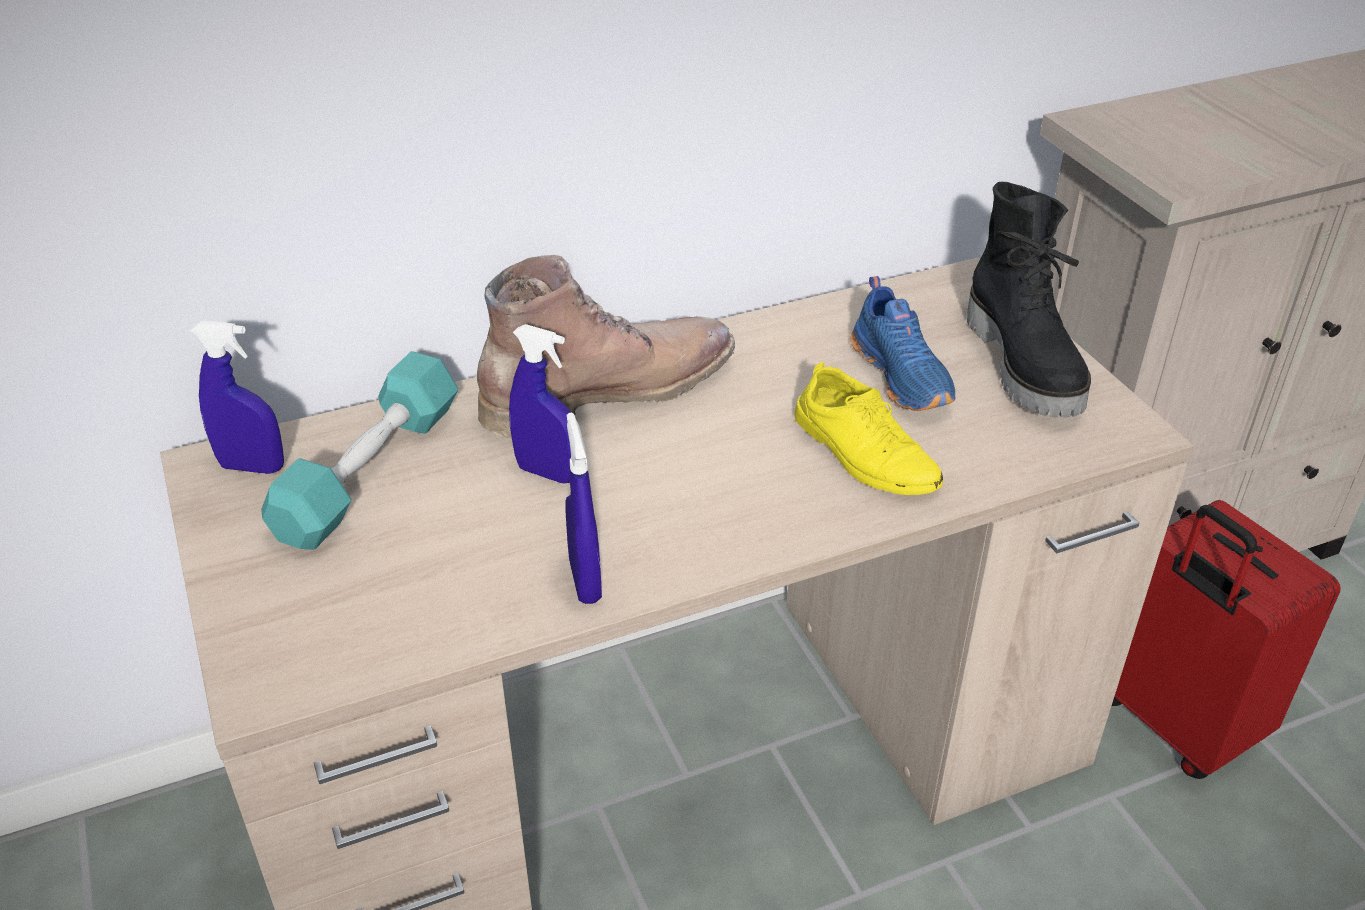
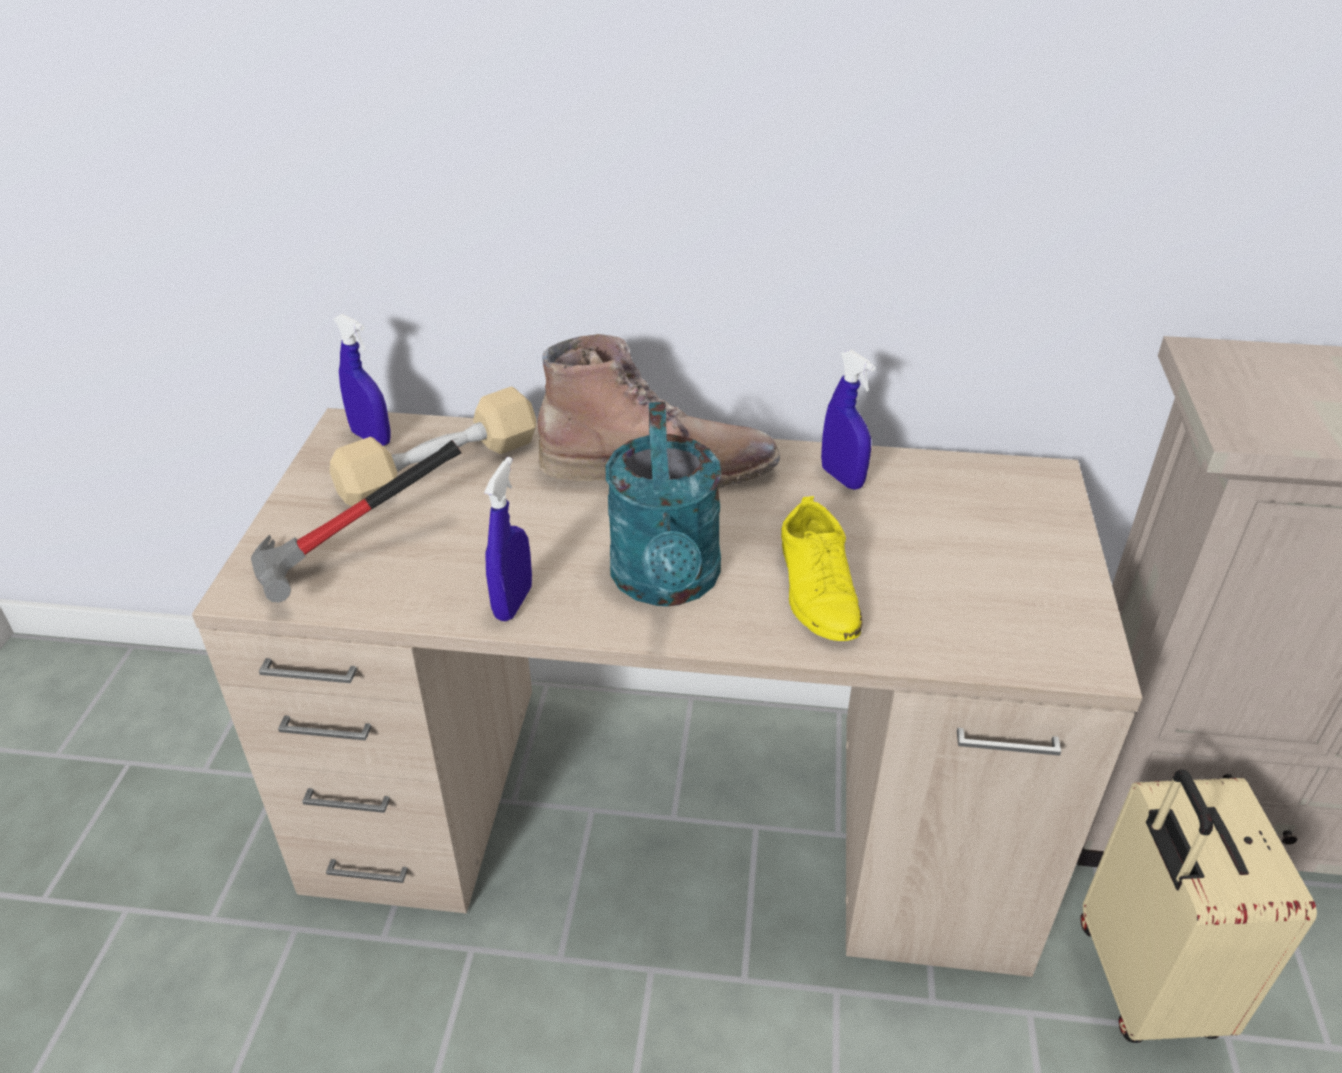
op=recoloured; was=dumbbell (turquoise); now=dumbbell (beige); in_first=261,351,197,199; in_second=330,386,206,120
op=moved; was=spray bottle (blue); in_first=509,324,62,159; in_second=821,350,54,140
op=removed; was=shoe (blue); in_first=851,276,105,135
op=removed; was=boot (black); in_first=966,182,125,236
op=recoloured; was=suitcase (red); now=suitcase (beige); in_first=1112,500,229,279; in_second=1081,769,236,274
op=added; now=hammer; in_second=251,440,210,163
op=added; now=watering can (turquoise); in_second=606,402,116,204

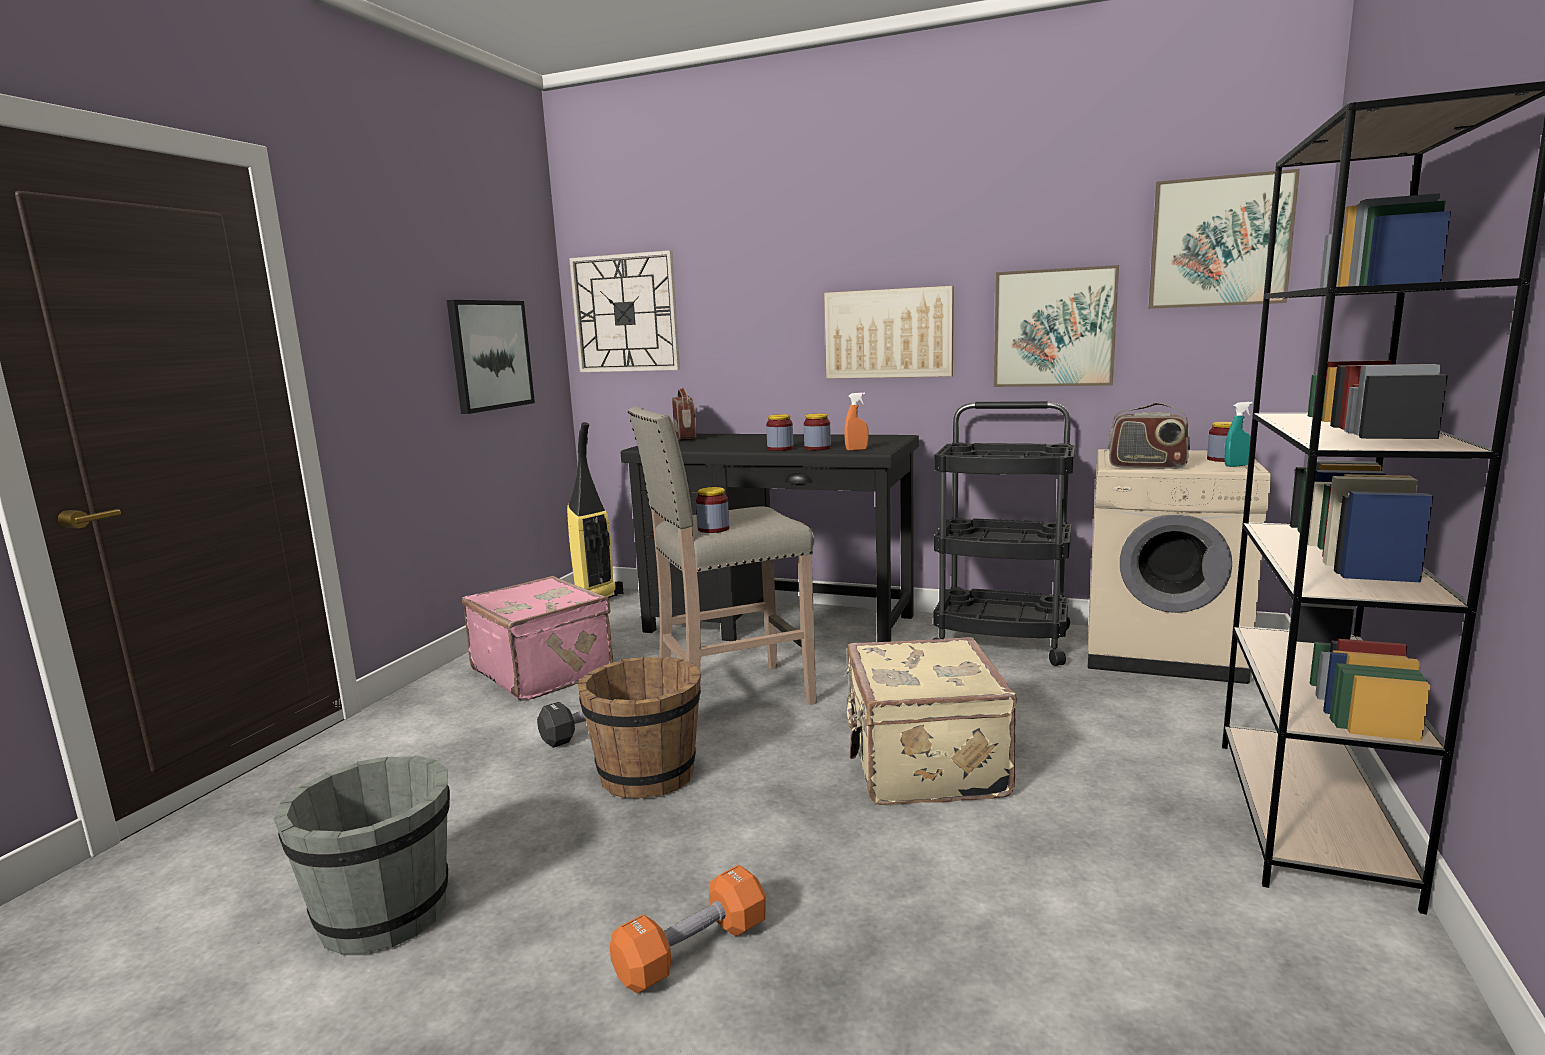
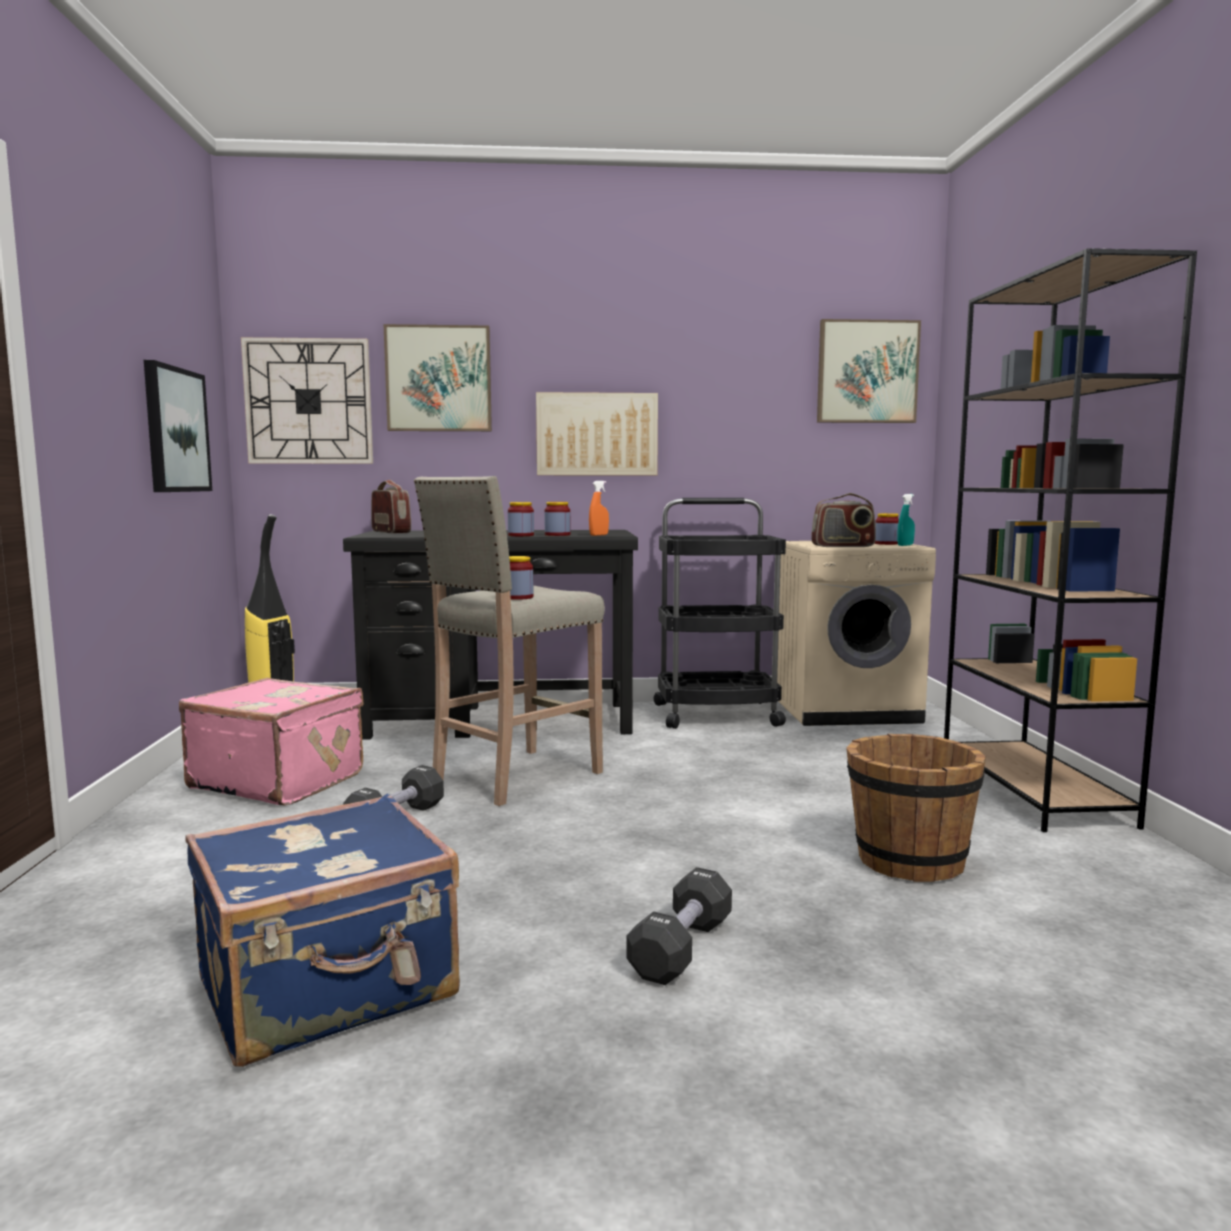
op=replaced; was=bucket (grey); now=suitcase (blue); in_first=274,755,176,199; in_second=185,794,275,273
op=moved; was=bucket (brown); in_first=578,656,123,142; in_second=846,734,140,148
op=recoloured; was=dumbbell (orange); now=dumbbell (black); in_first=610,865,156,129; in_second=627,867,105,118
op=removed; was=suitcase (beige); in_first=844,637,173,168
op=moved; was=picture; in_first=994,265,125,122; in_second=384,324,108,107

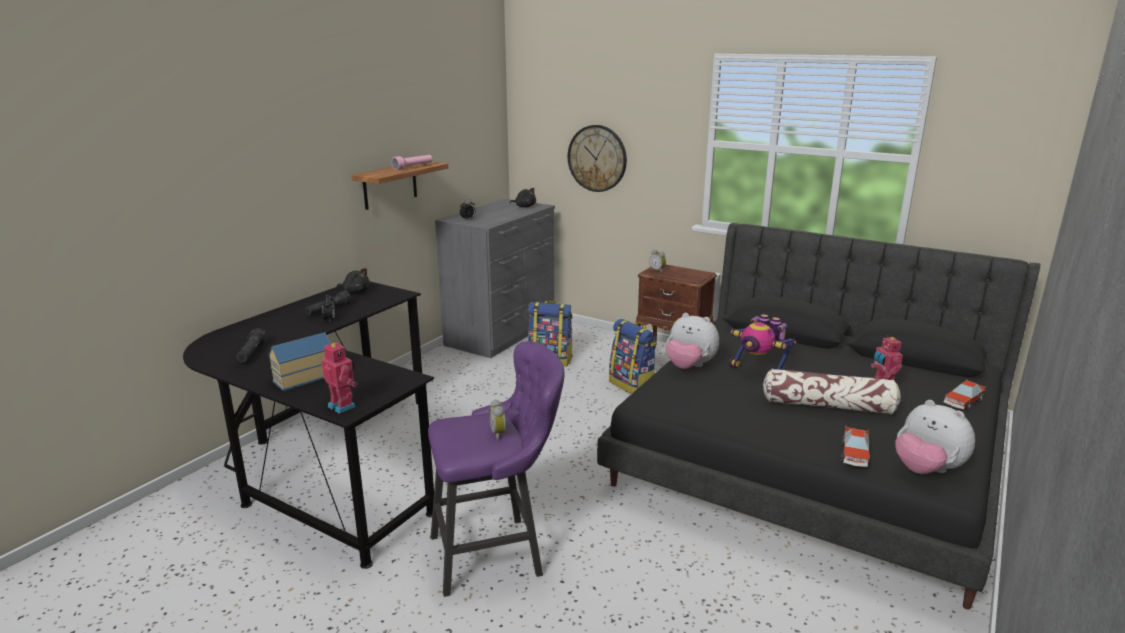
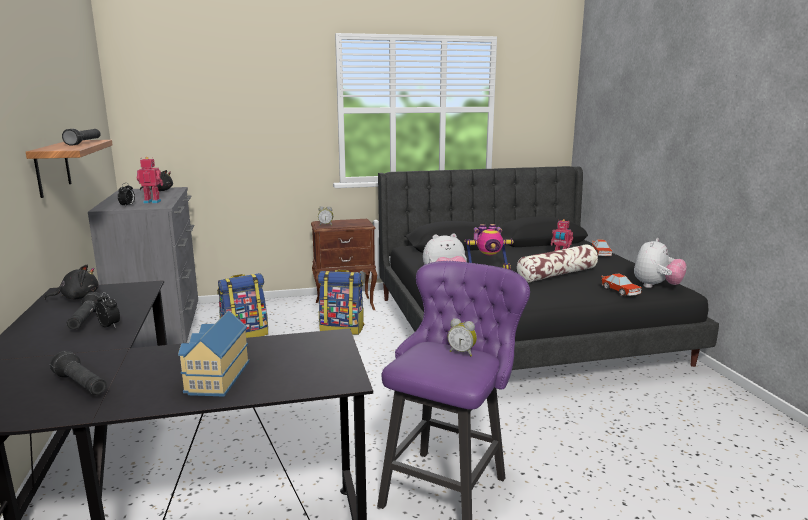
op=moved; was=toy robot; in_first=322,342,35,72; in_second=137,157,26,47
op=recoloured; was=flashlight (pink); now=flashlight (black); in_first=392,155,41,15; in_second=62,129,39,17
op=removed; was=wall clock; in_first=568,125,59,67
op=turned; was=plush toy; in_first=895,400,80,74; in_second=634,238,53,50; clockwise=-60

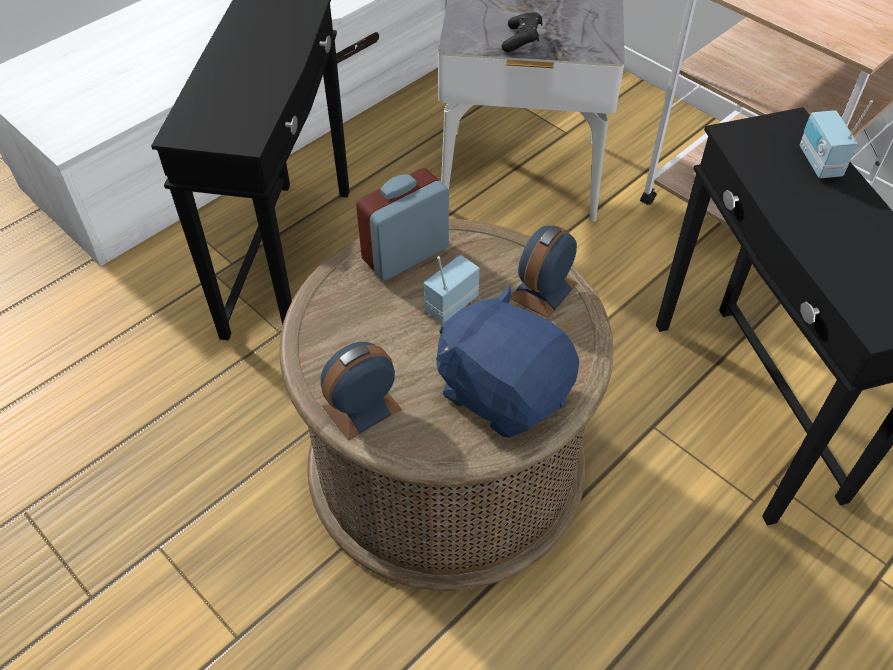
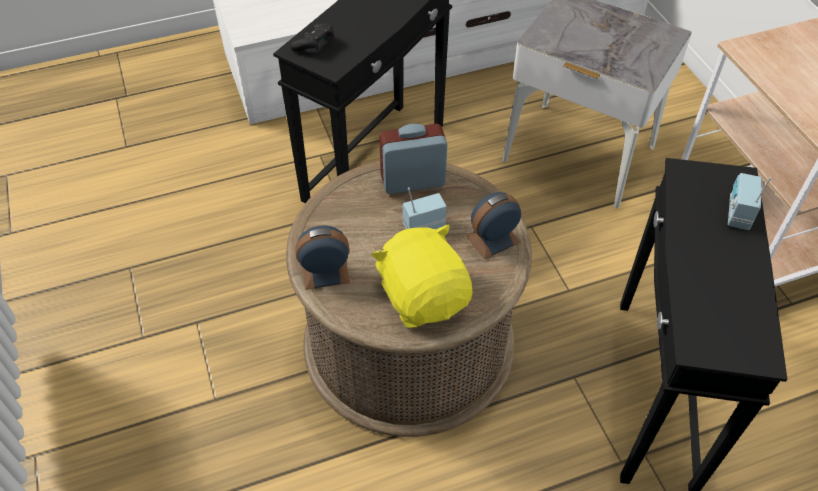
op=recoloured; was=plush toy (blue); now=plush toy (yellow); in_first=436,286,143,151; in_second=371,224,101,104
op=moved; was=game controller (black); in_first=502,12,41,40; in_second=290,23,44,29

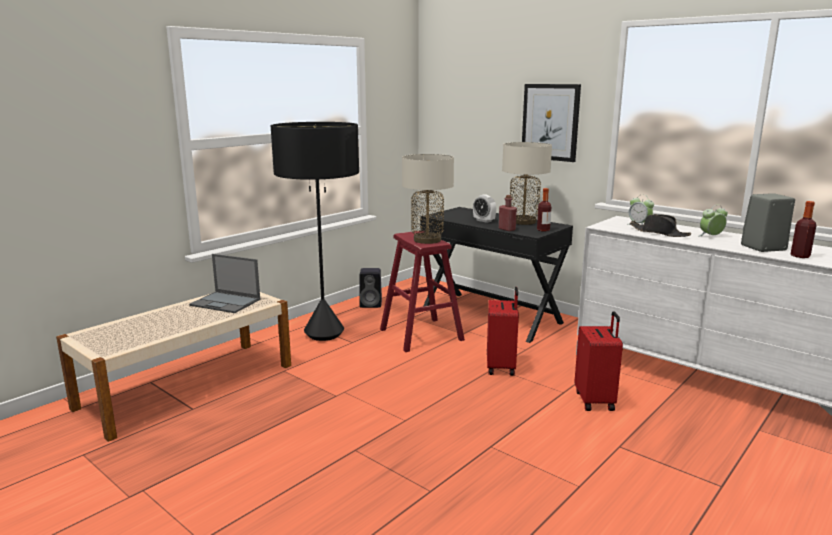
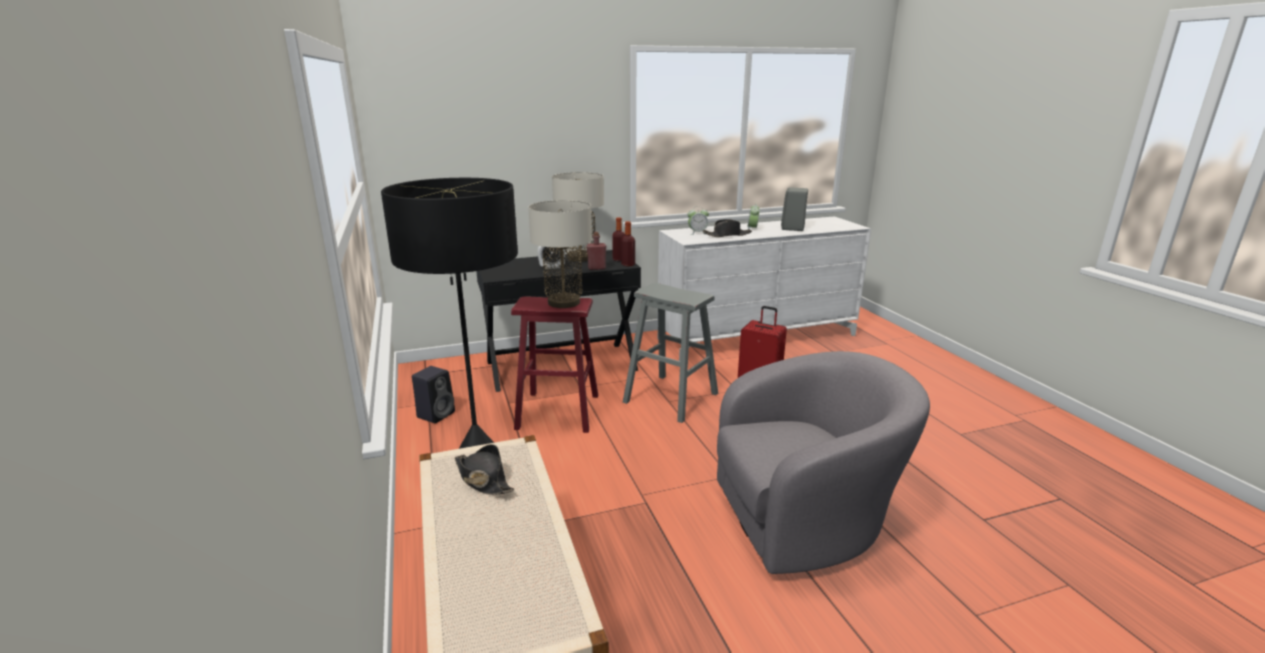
op=replaced; was=laptop; now=hat (black); in_first=189,254,71,59; in_second=455,444,59,51
op=replaced; was=suitcase (red); now=stool (grey); in_first=487,287,32,89; in_second=623,283,95,140
op=removed; was=picture; in_first=522,84,59,78
op=moved; was=bottle; in_first=791,201,25,57; in_second=621,221,14,45
op=added; now=armchair (grey); in_second=717,351,213,223

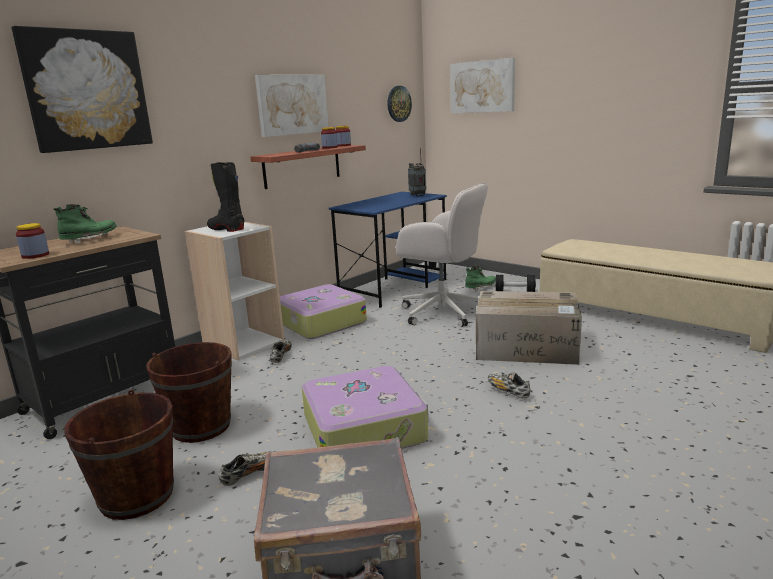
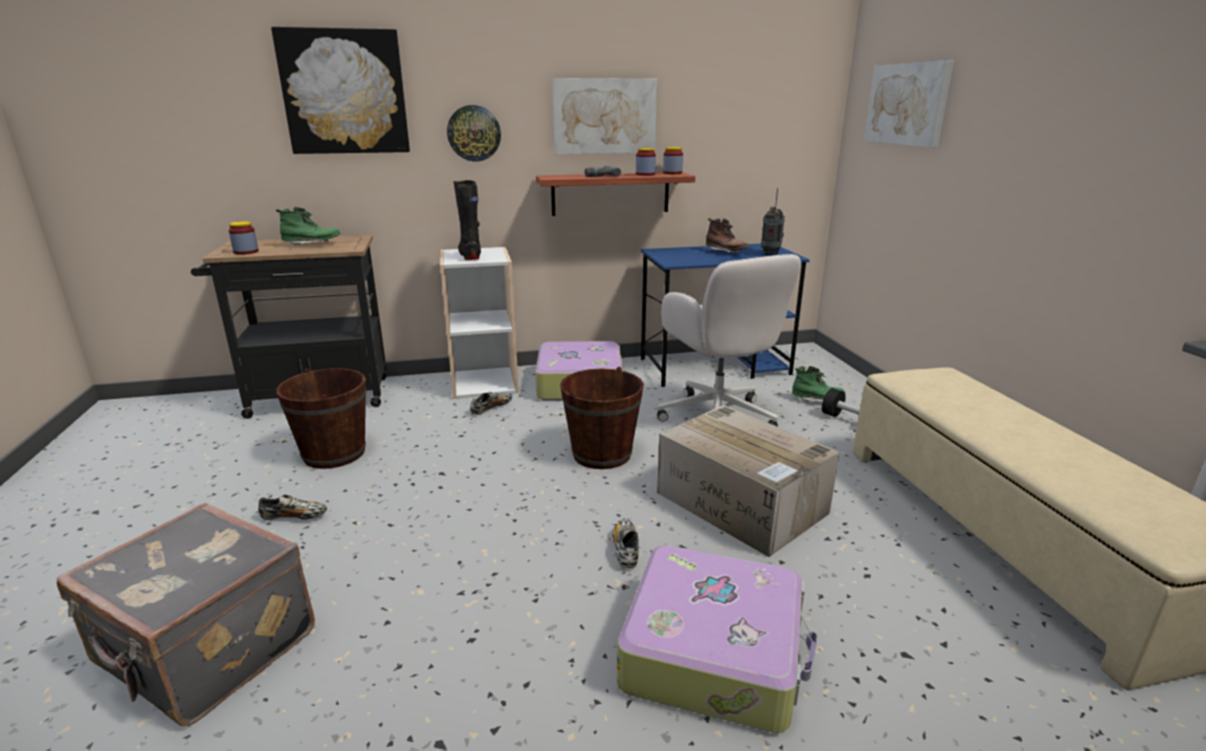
op=moved; was=bucket (brown); in_first=64,389,110,131; in_second=560,367,84,102
op=moved; was=suitcase; in_first=302,366,126,83; in_second=617,546,201,187
op=moved; was=wall clock; in_first=387,86,25,36; in_second=447,105,54,56
op=added; now=boot (brown); in_second=706,218,43,35

